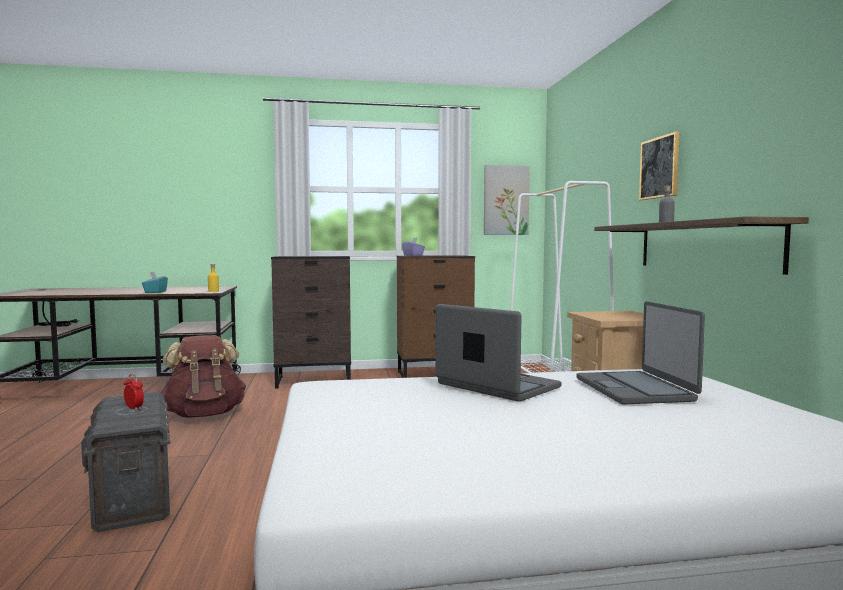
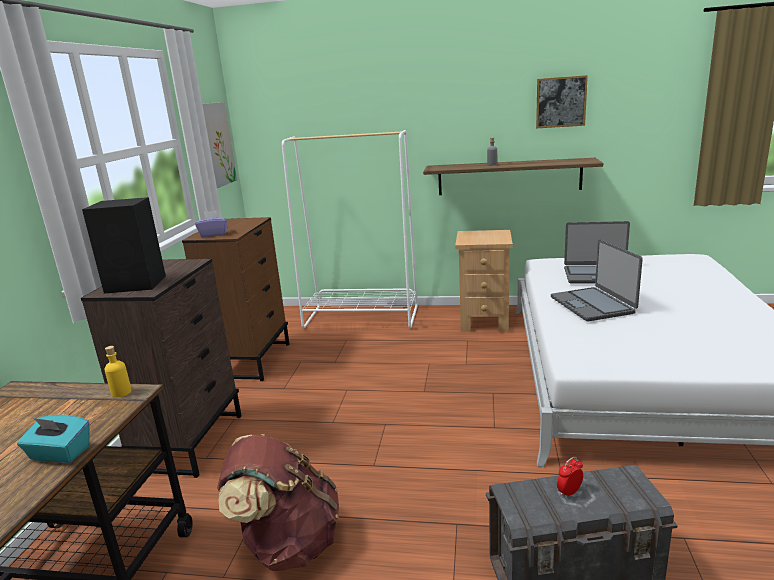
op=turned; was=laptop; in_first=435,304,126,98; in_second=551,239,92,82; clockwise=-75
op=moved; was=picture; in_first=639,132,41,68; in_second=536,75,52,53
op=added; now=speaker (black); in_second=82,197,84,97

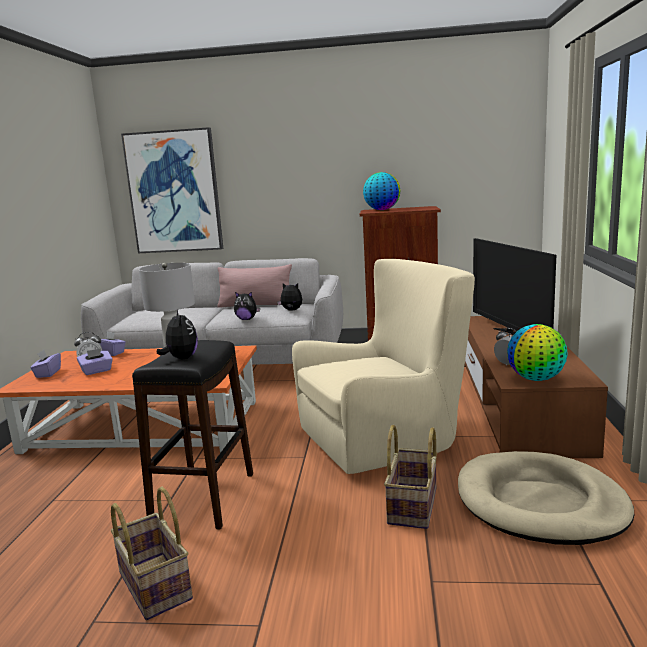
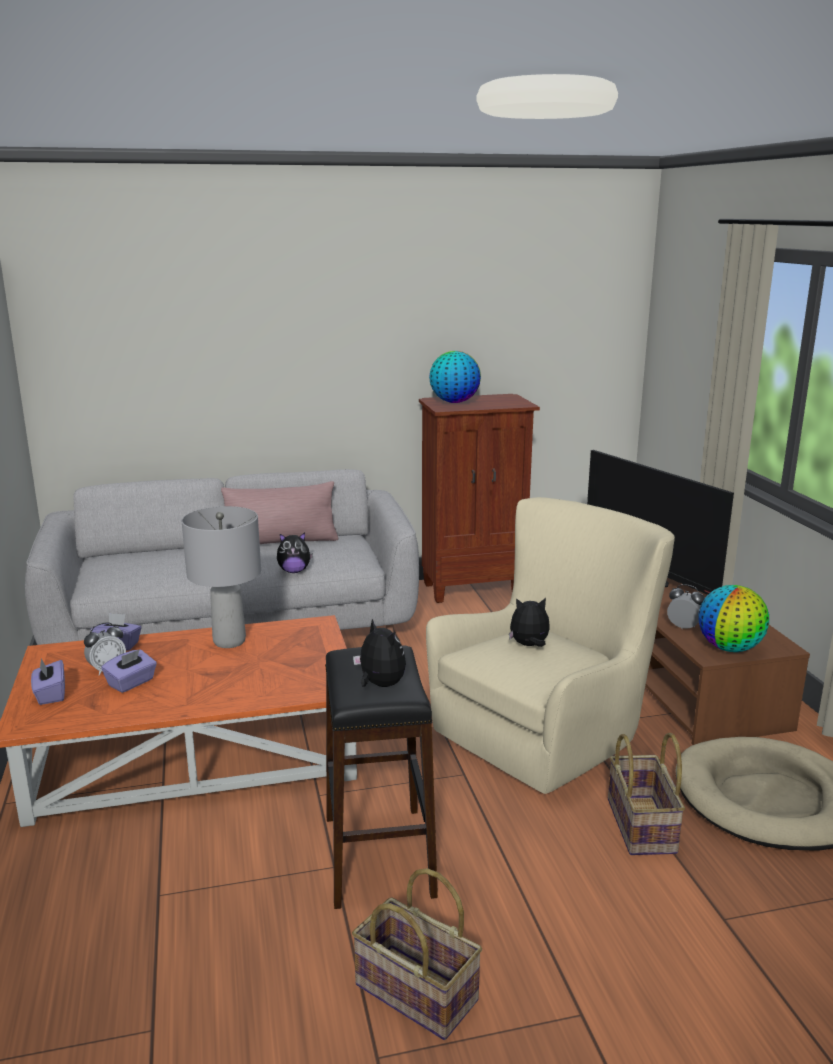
op=removed; was=picture; in_first=121,127,102,126
op=moved; was=plush toy; in_first=277,283,25,28; in_second=509,598,41,49

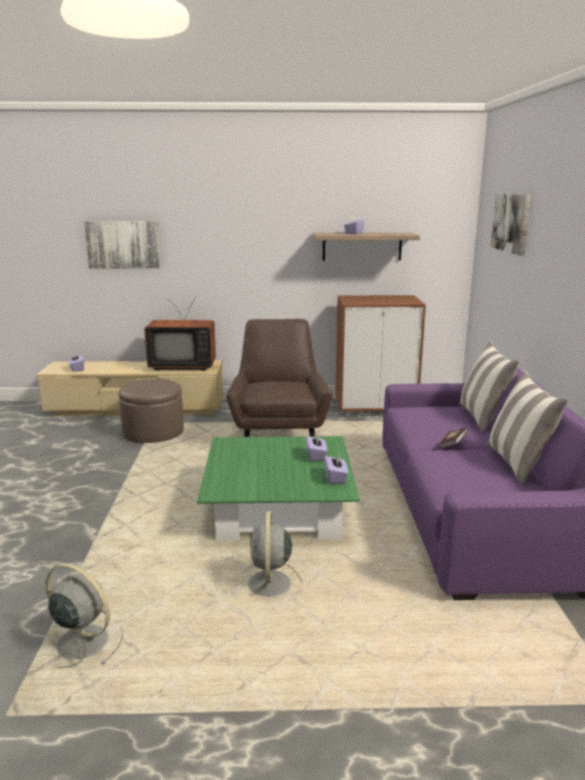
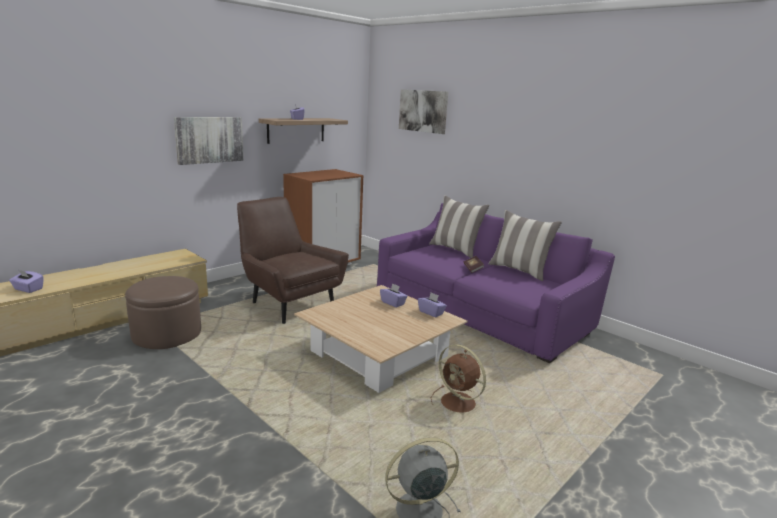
op=moved; was=picture; in_first=84,221,77,48; in_second=174,117,70,48
op=removed; was=television; in_first=144,297,72,74
op=recoloured; was=coffee table (green); now=coffee table (beige); in_first=197,436,162,104; in_second=294,285,174,108
op=recoloured; was=fan (grey); now=fan (brown); in_first=242,511,60,86; in_second=431,344,55,69

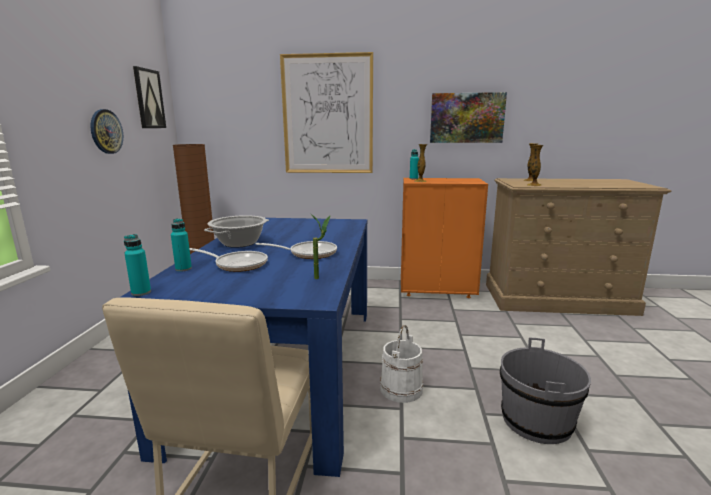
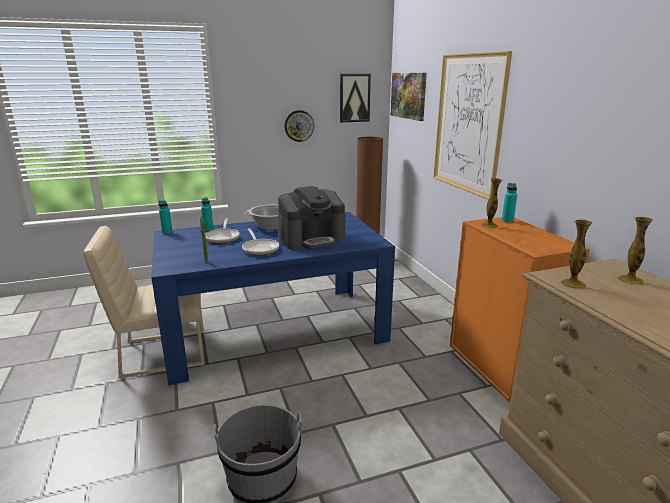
op=removed; was=bucket (white); in_first=380,325,43,78
op=moved; was=picture; in_first=430,92,77,51; in_second=391,73,36,48
op=added; now=coffee machine; in_second=278,186,67,64

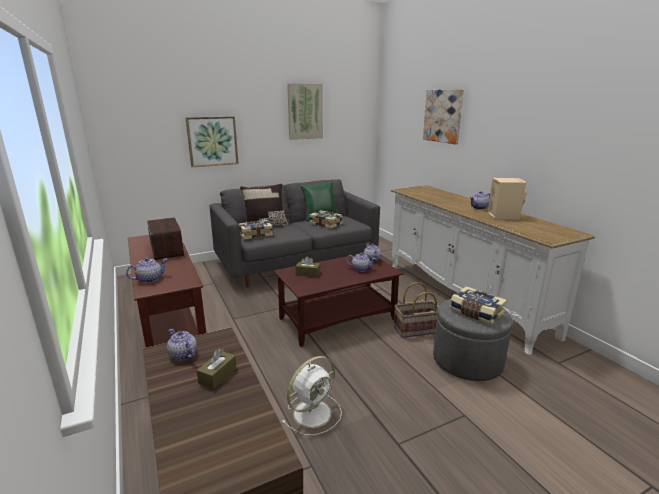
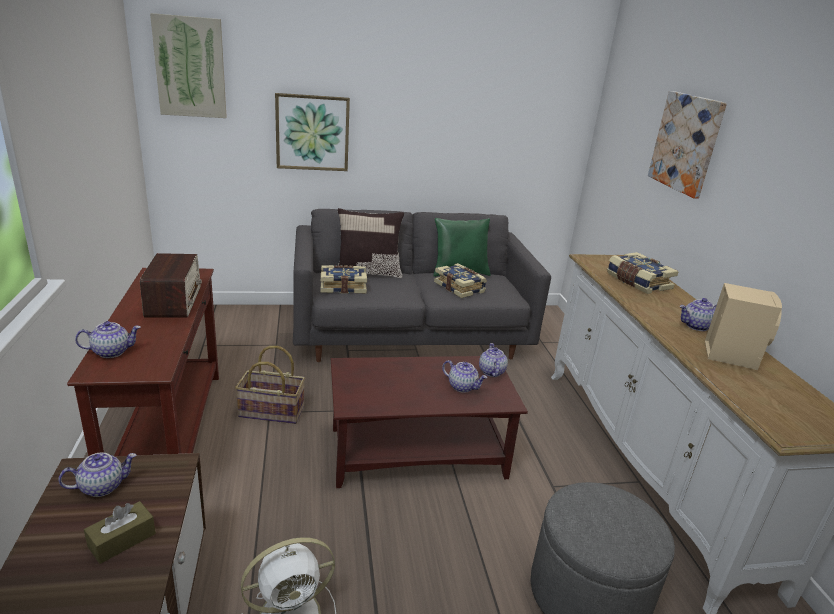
op=turned; was=teapot; in_first=167,329,30,32; in_second=58,453,78,44; clockwise=90
op=moved; was=picture; in_first=287,83,36,57; in_second=150,13,77,105
op=removed; was=tissue box (brown); in_first=295,256,25,21
op=moved; was=basket; in_first=394,282,45,56; in_second=235,346,70,78
op=moved; was=book; in_first=450,286,57,39; in_second=607,252,72,42

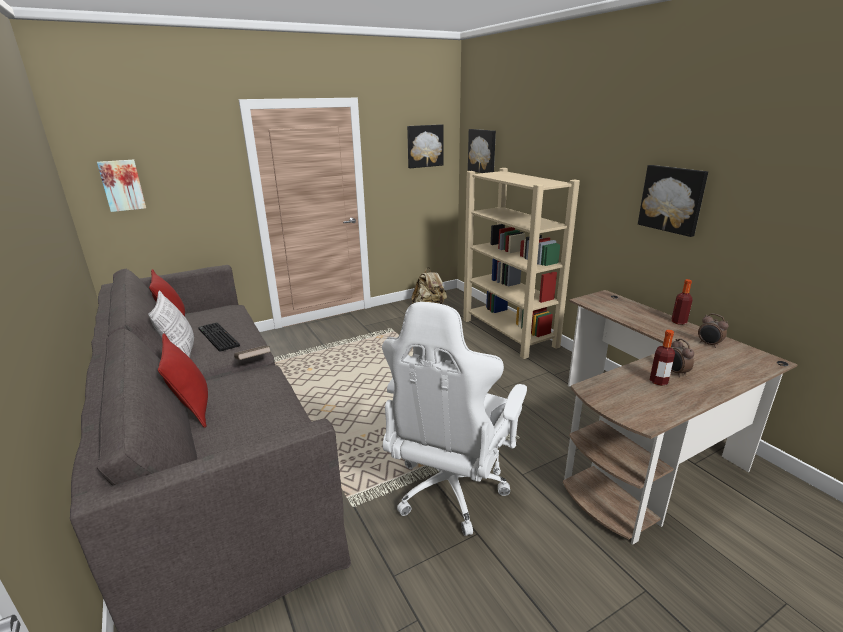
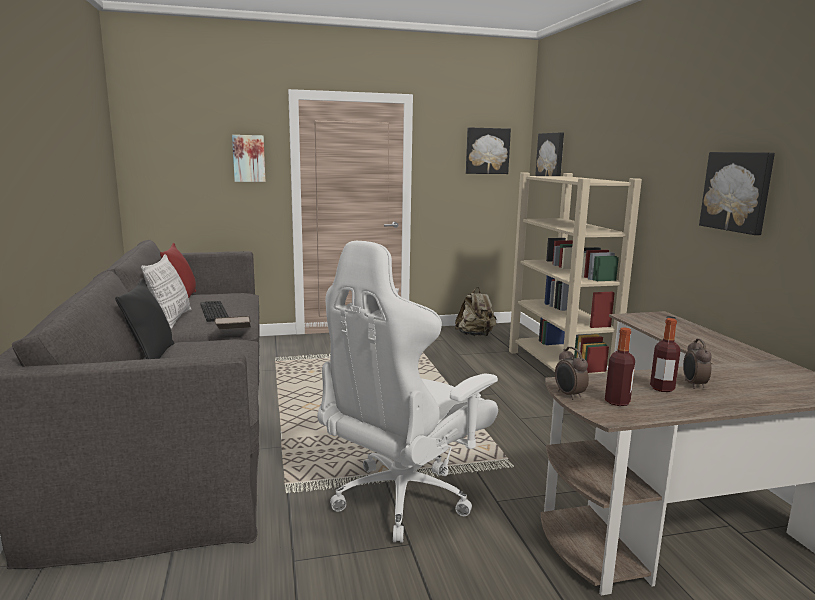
op=moved; was=picture; in_first=97,160,49,52; in_second=232,135,33,47
op=recoloured; was=pillow (red); now=pillow (black); in_first=158,333,50,95; in_second=115,278,59,81
op=moved; was=bottle; in_first=671,279,22,46; in_second=605,327,30,79
op=moved; was=alarm clock; in_first=698,314,31,34; in_second=555,347,34,53

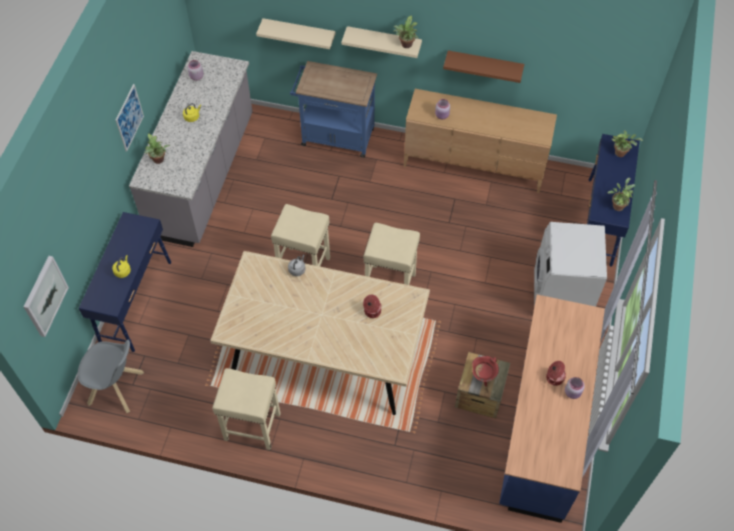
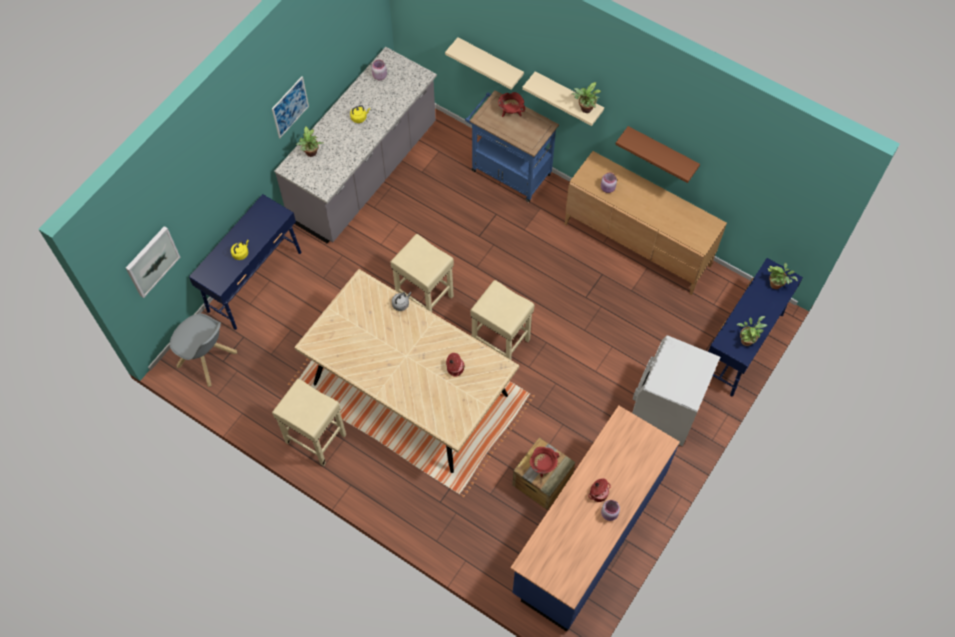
op=added; now=cooking pot (red); in_second=498,92,27,25

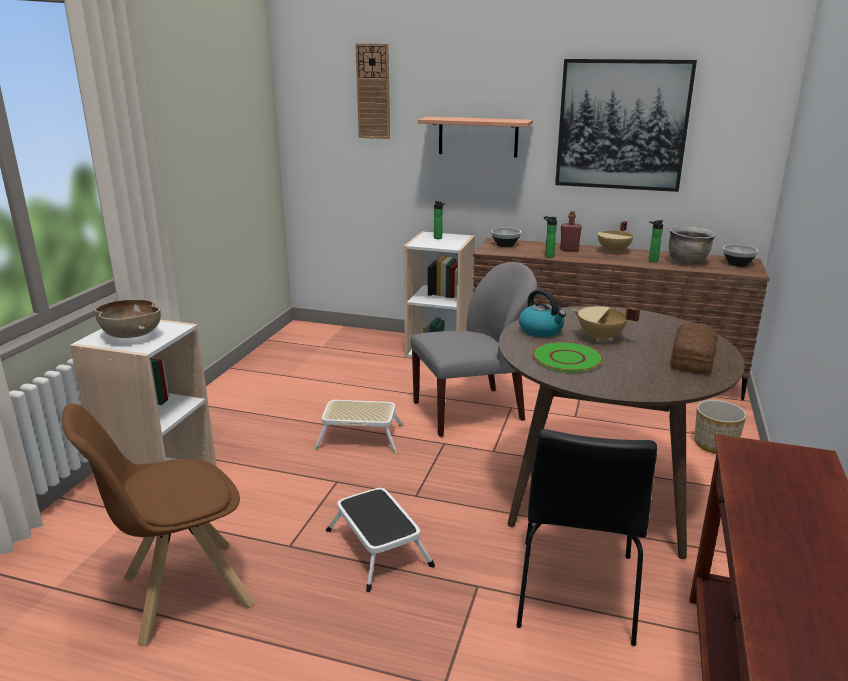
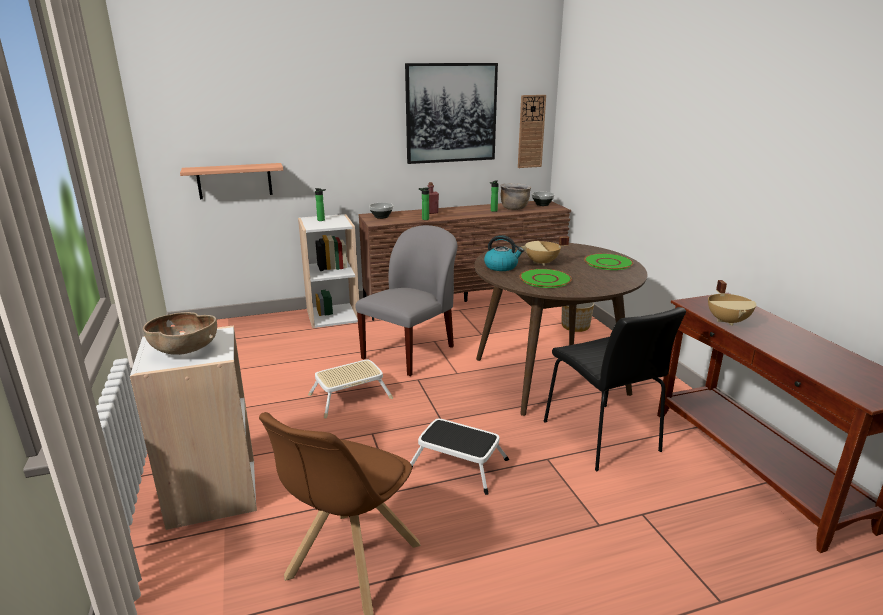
op=moved; was=wall clock; in_first=355,44,35,95; in_second=518,95,28,73
op=moved; was=shelf; in_first=418,117,115,41; in_second=180,163,103,36
op=moved; was=cooking pot (beige); in_first=598,221,35,33; in_second=708,280,48,46
op=replaced; was=bread; now=plate (green); in_first=671,323,47,52; in_second=584,253,49,17

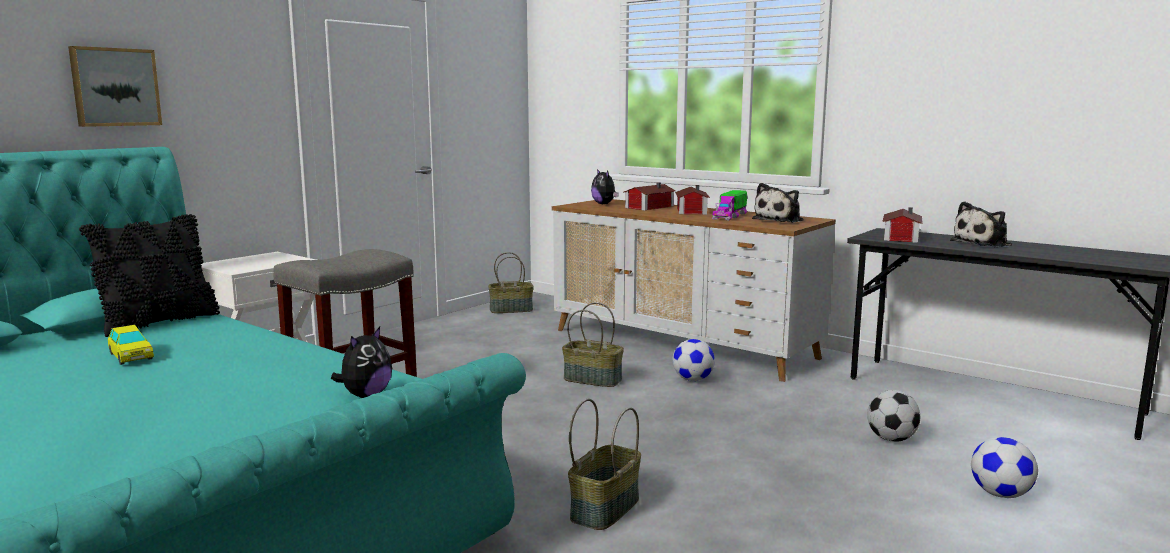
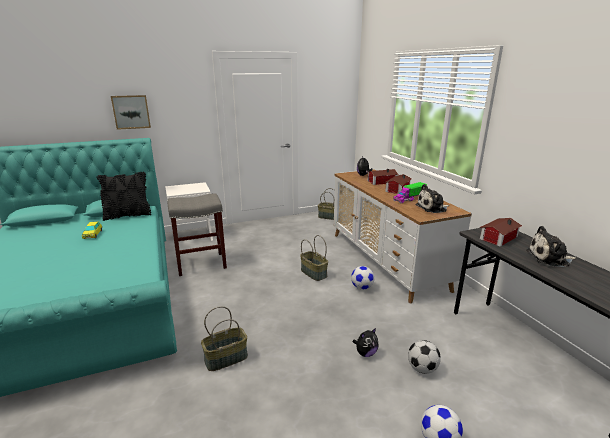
op=moved; was=plush toy; in_first=331,327,61,71; in_second=353,328,26,29

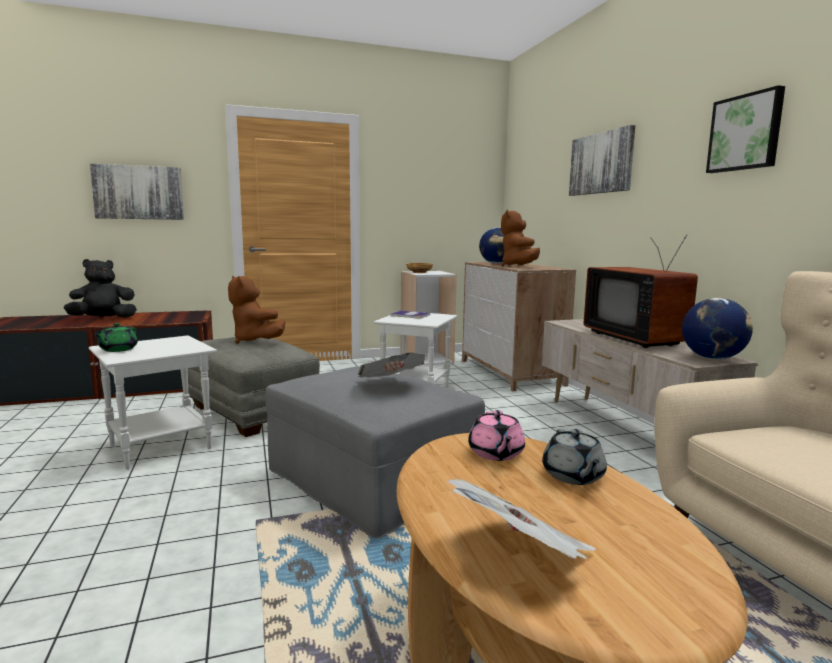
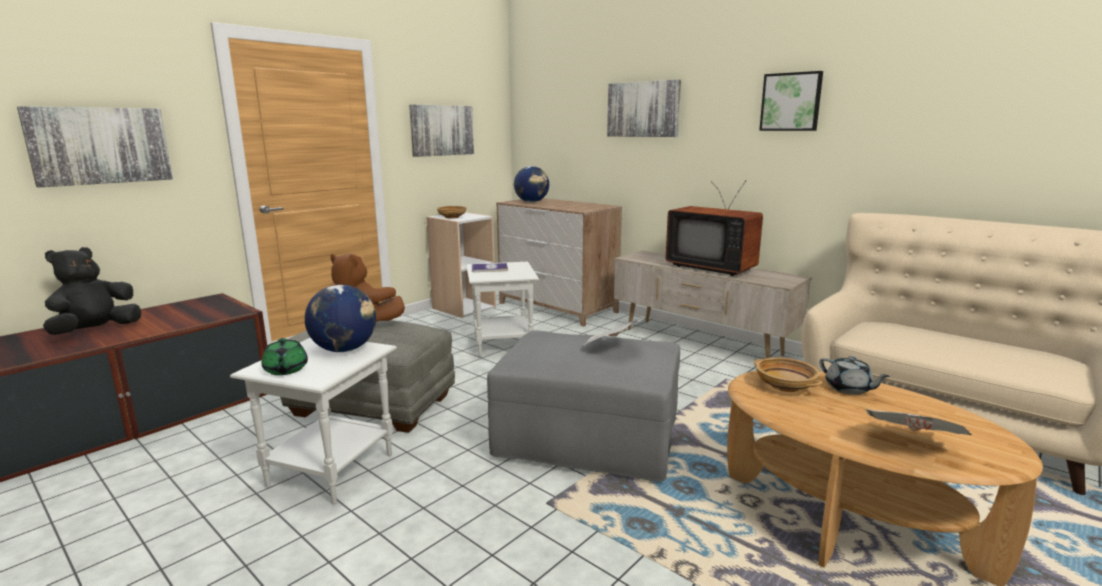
op=replaced; was=teapot (pink); now=bowl (beige); in_first=468,410,57,51; in_second=754,357,69,35
op=removed; was=plush toy (brown); in_first=501,210,39,56
op=moved; was=globe; in_first=682,298,71,61; in_second=305,285,71,67
op=added; now=picture; in_second=409,104,65,53

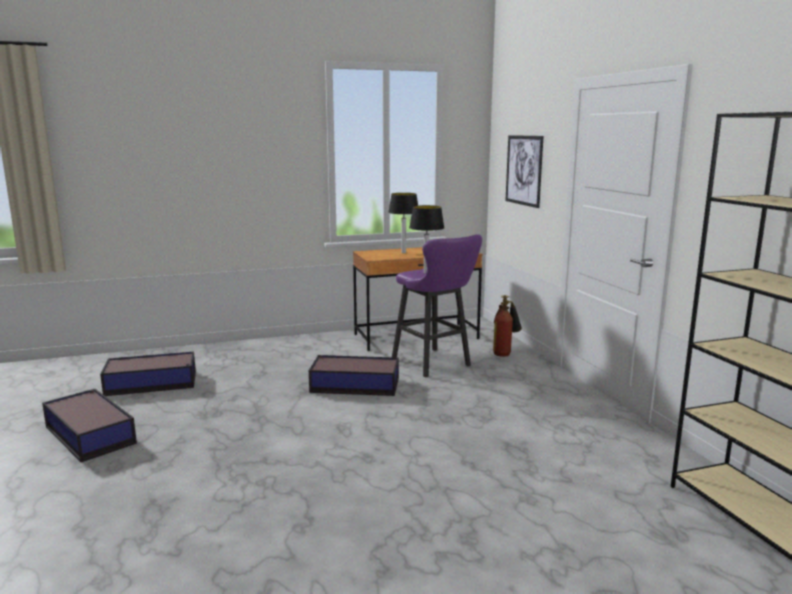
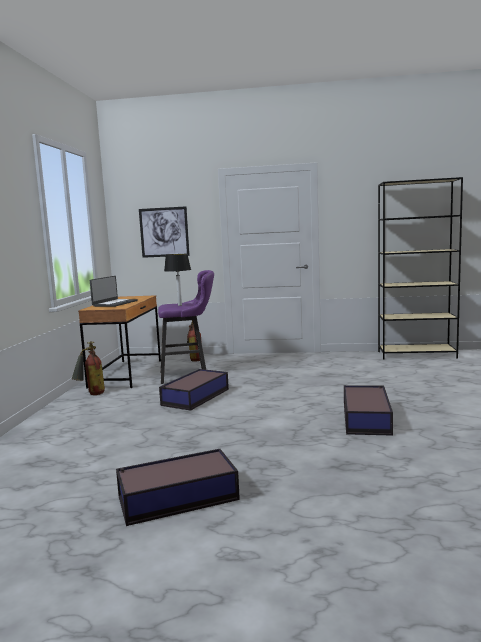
op=moved; was=storage box; in_first=100,351,96,45; in_second=344,385,49,51
op=replaced; was=table lamp; now=laptop; in_first=388,193,30,60; in_second=90,276,48,31
op=added; now=fire extinguisher; in_second=72,341,33,54

